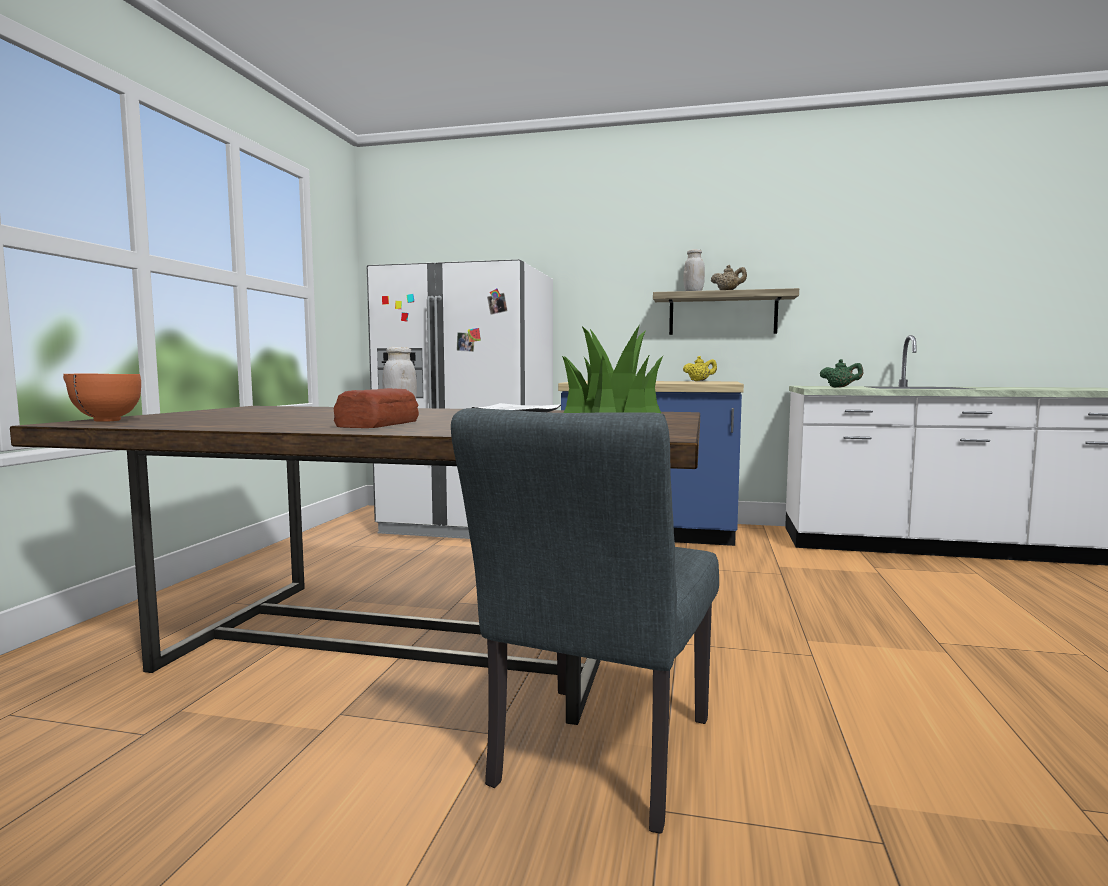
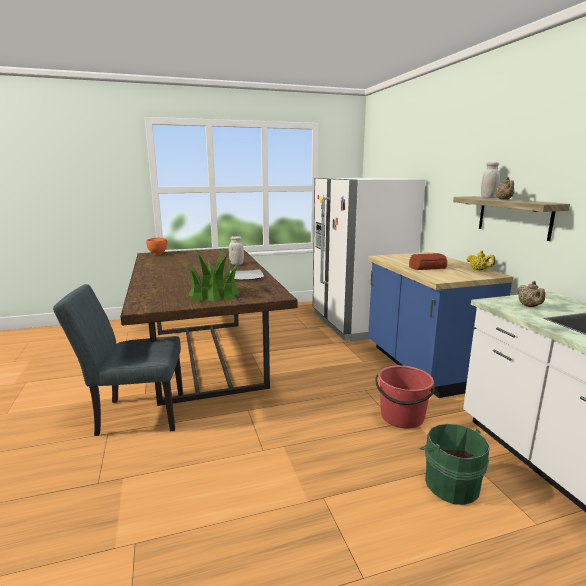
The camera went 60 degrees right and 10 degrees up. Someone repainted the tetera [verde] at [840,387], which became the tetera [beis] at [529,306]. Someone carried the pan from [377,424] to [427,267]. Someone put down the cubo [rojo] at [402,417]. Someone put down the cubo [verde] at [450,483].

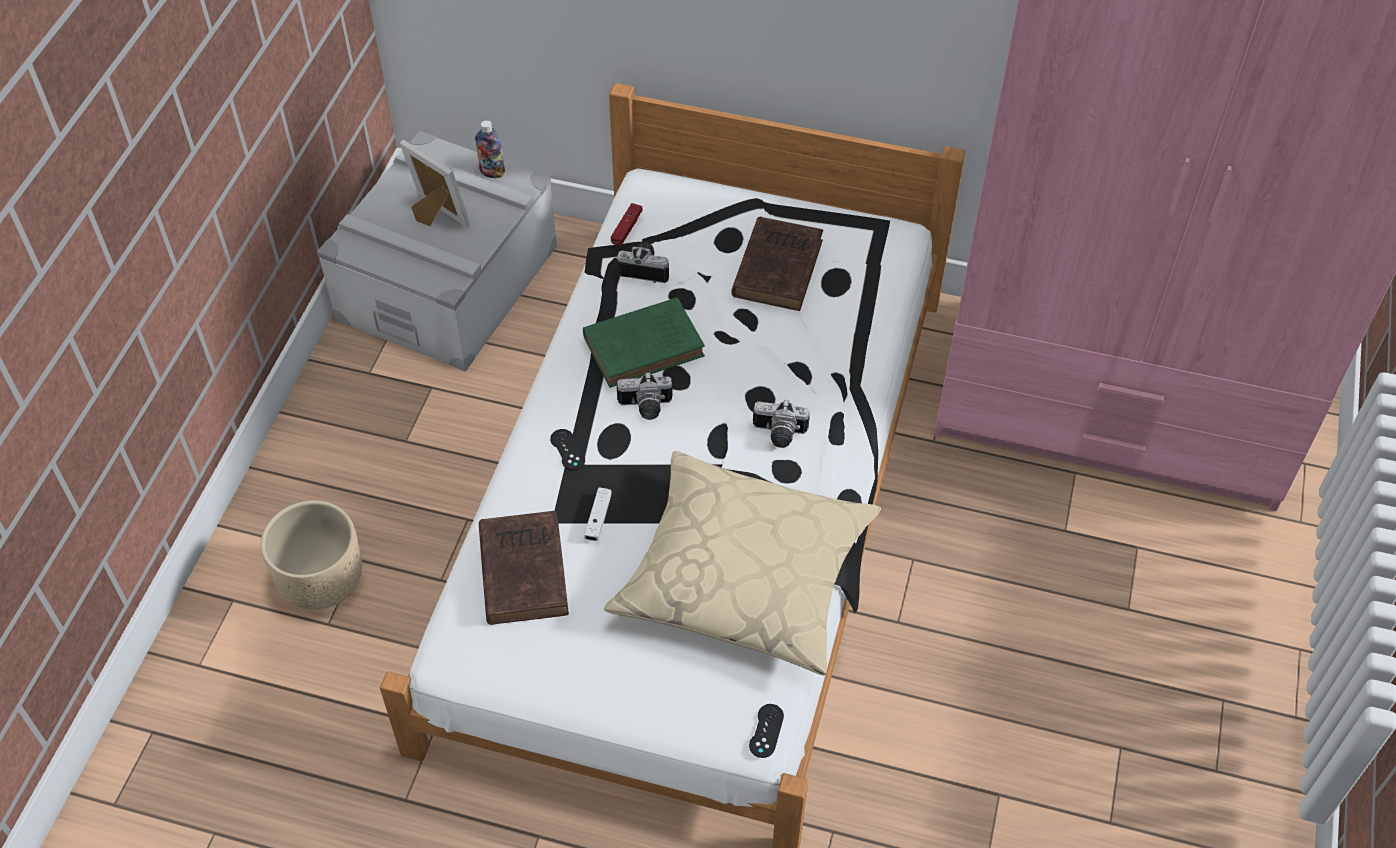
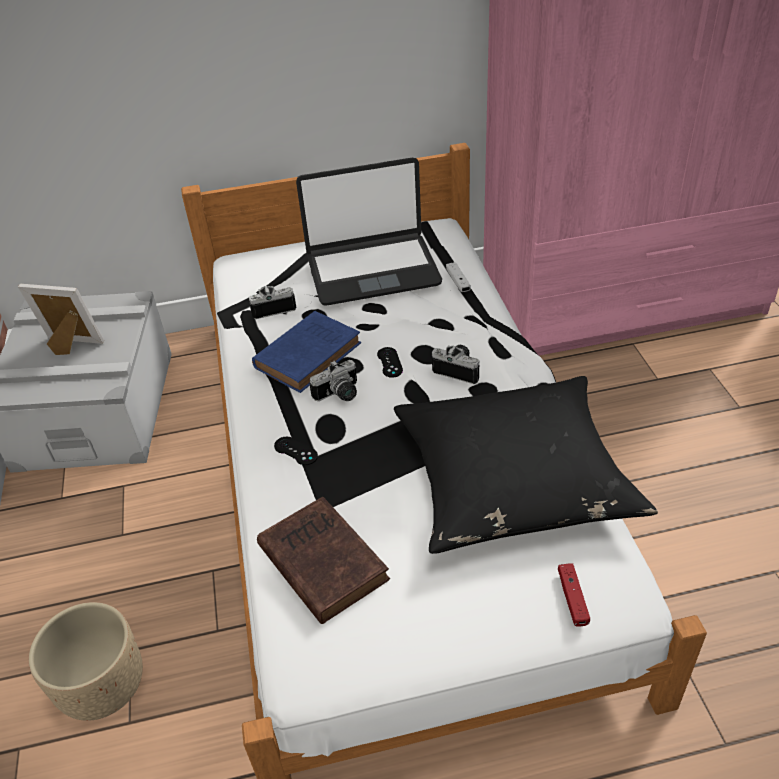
The camera went 25 degrees left and 10 degrees down. Someone took away the botella at [492,172]. Someone carried the mando de consola [rojo] from [626,228] to [572,598]. Someone swapped the libro [marrón] at [778,266] for the portátil at [372,270]. Someone repainted the libro [verde] at [646,346], which became the libro [azul] at [310,354]. Someone rotated the cámara at [778,434] by 135 degrees counterclockwise. Someone repainted the cojín [beis] at [744,575], which became the cojín [negro] at [514,477]. Someone carried the mando de consola [blanco] from [598,518] to [458,282]. Someone carried the mando de consola [negro] from [766,731] to [389,362].

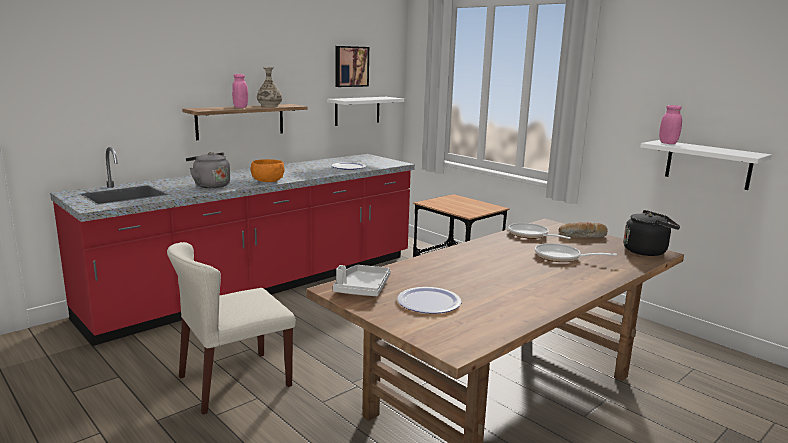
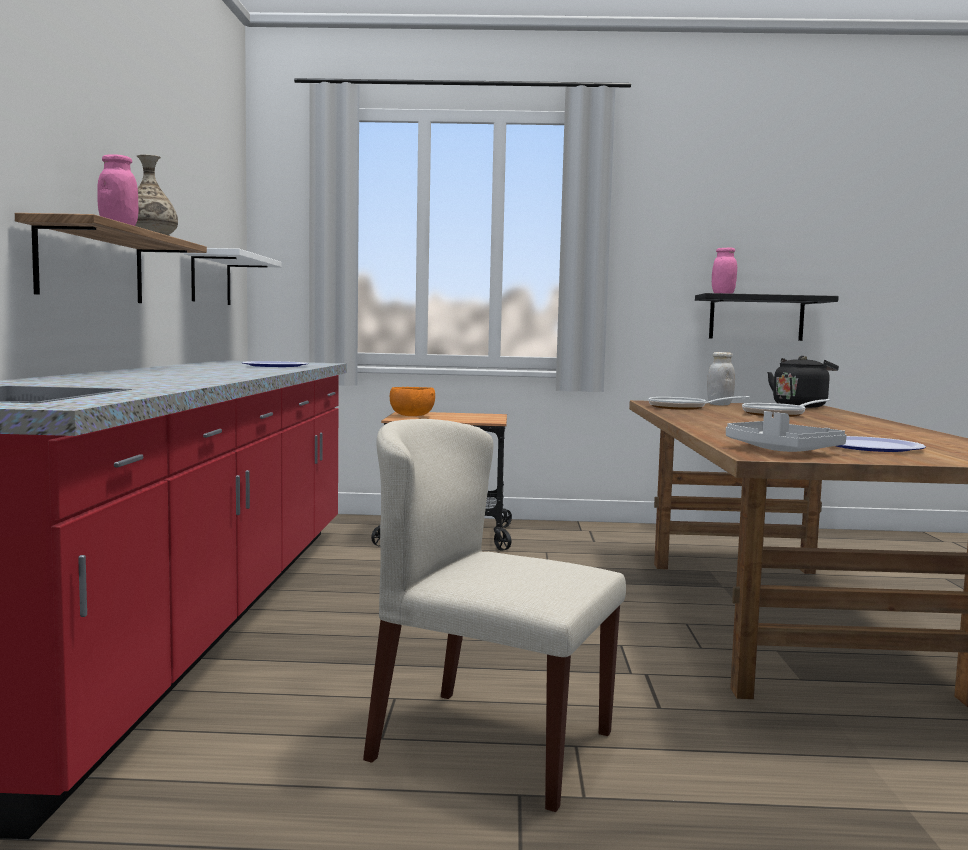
The camera went 45 degrees left and 10 degrees down. Someone took away the cuadro at [351,66]. Someone repainted the estante [blanco] at [708,164], which became the estante [negro] at [756,318]. Someone took away the hervidor [gris] at [210,185]. Someone carried the cuenco [naranja] from [267,181] to [411,416]. Someone swapped the pan at [582,236] for the tarro [blanco] at [719,404]. Someone rotated the silla [beis] at [234,381] by 105 degrees clockwise.

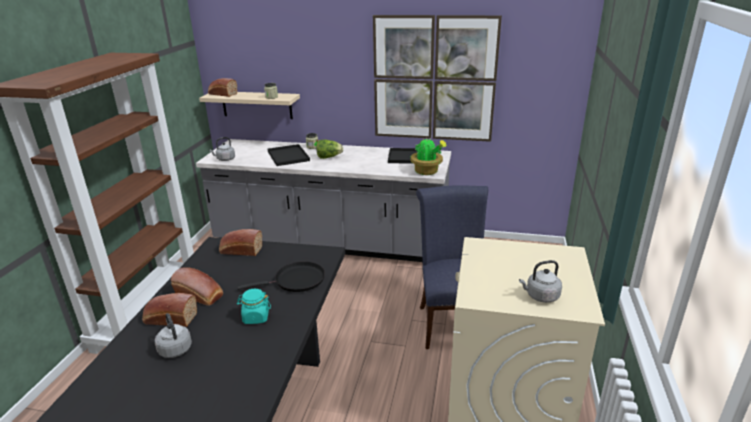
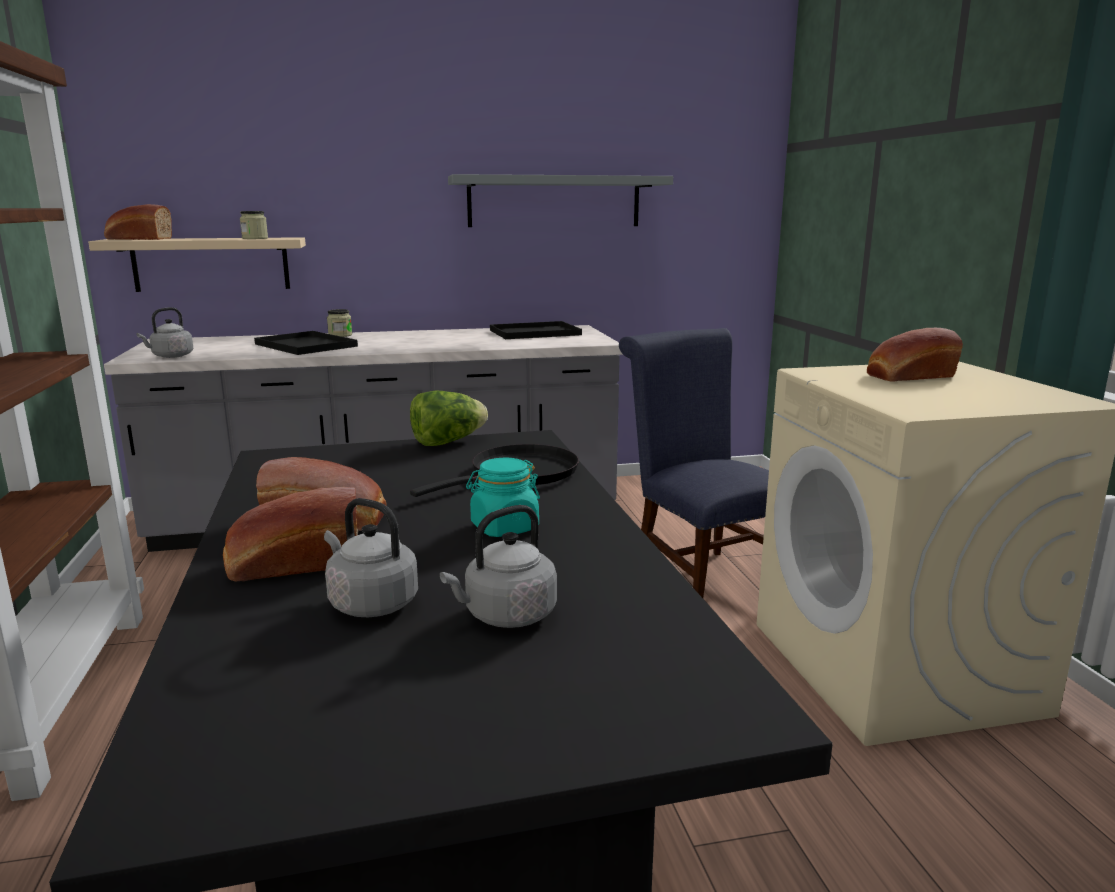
The camera went 25 degrees left and 10 degrees down. Someone swapped the cuadro at [434,79] for the estante [gris] at [554,202]. Someone took away the planta en maceta at [427,172]. Someone carried the lechuga from [329,157] to [447,442]. Someone carried the pan from [240,250] to [908,376]. Someone carried the hervidor [gris] from [540,296] to [506,616].

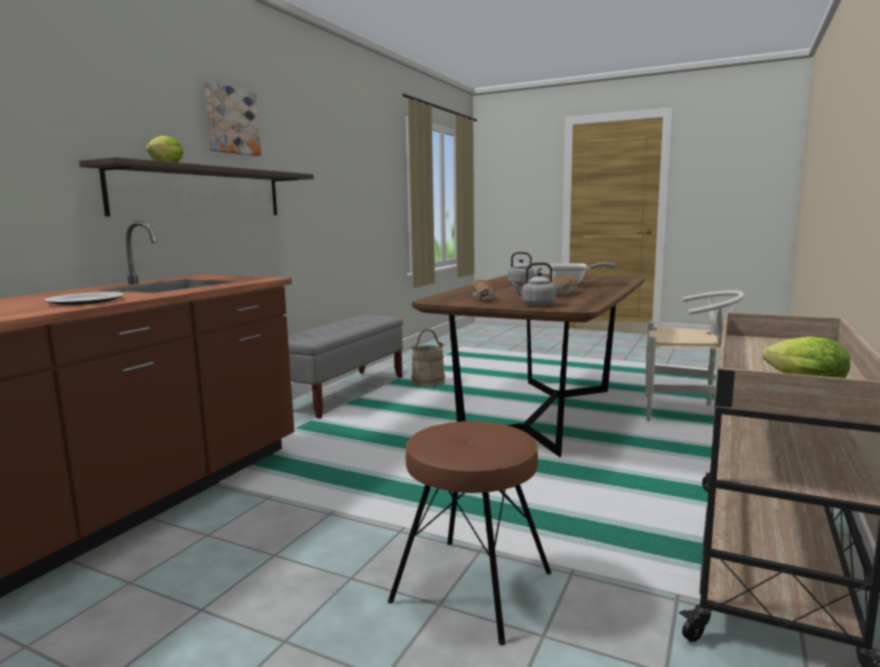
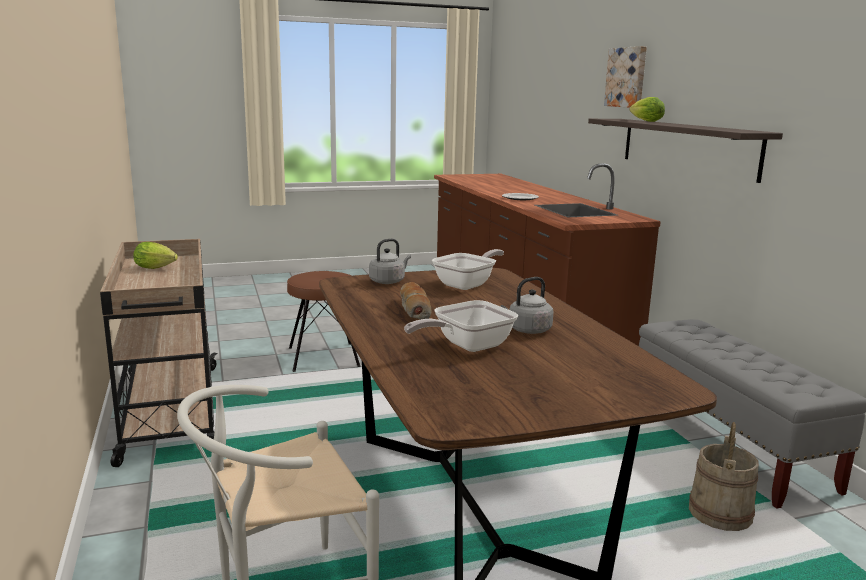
The camera went 135 degrees right and 5 degrees up. Someone carried the cuadro from [231,121] to [627,77]. Someone swapped the pan at [481,298] for the sartén at [468,284].

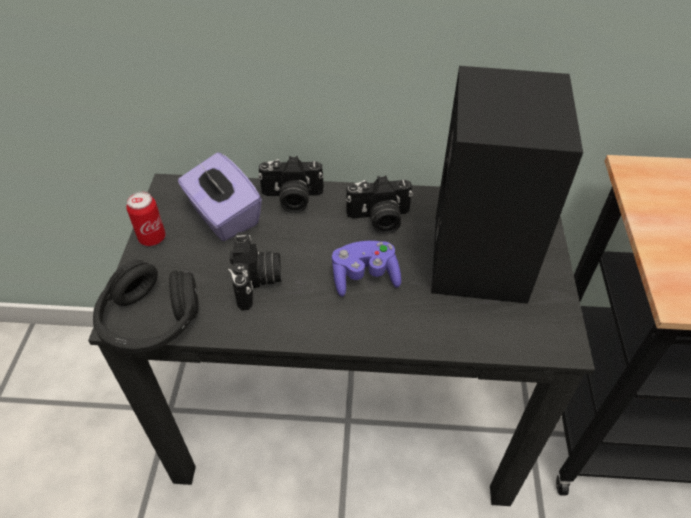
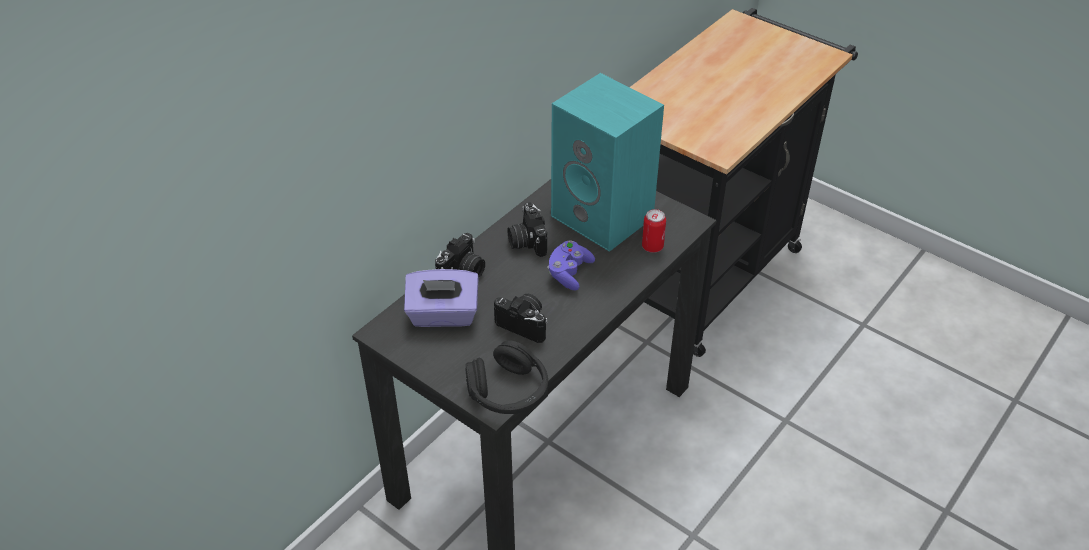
The camera went 55 degrees left and 5 degrees down. Someone repainted the altavoz [negro] at [481,260], which became the altavoz [turquesa] at [605,217]. Someone rotated the cámara at [379,219] by 135 degrees clockwise. Someone carried the lata from [152,238] to [652,247].

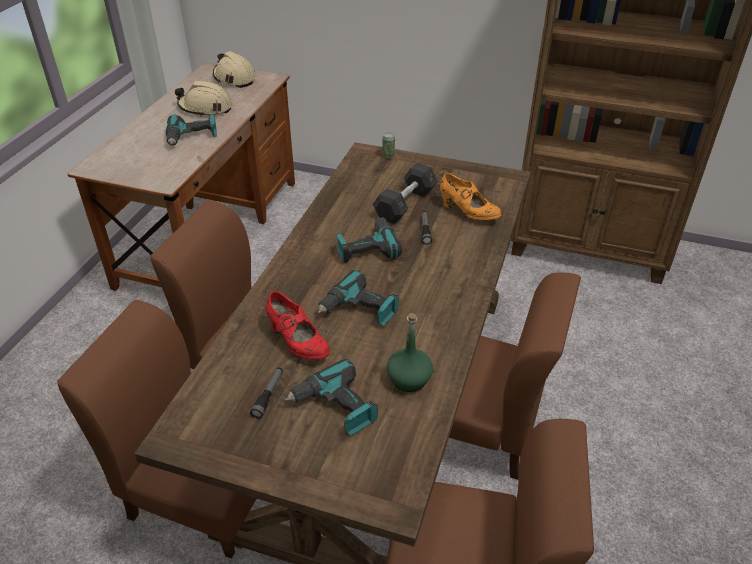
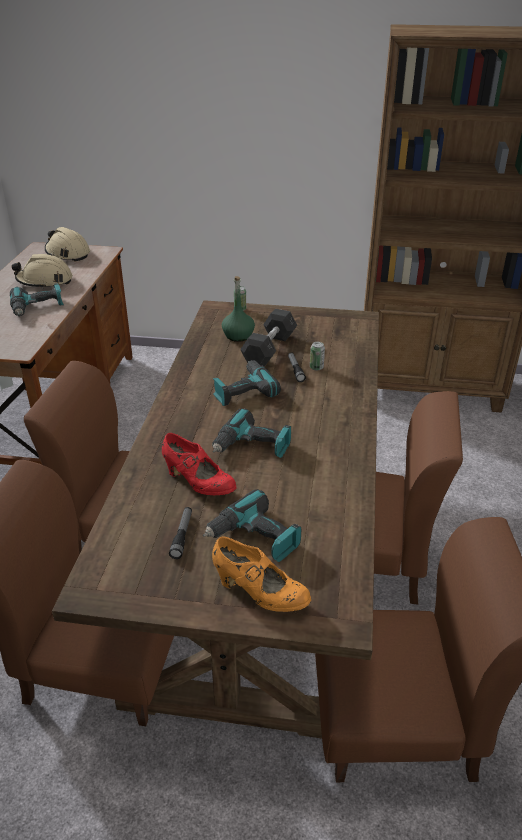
The camera went 10 degrees left and 5 degrees down. Someone carried the zapato [naranja] from [468,213] to [260,593]. Someone carried the botella [verde] from [409,379] to [238,335]. Someone put down the lata at [316,367].

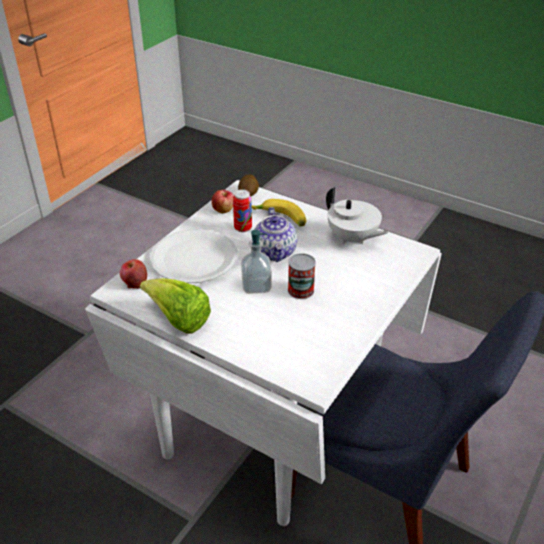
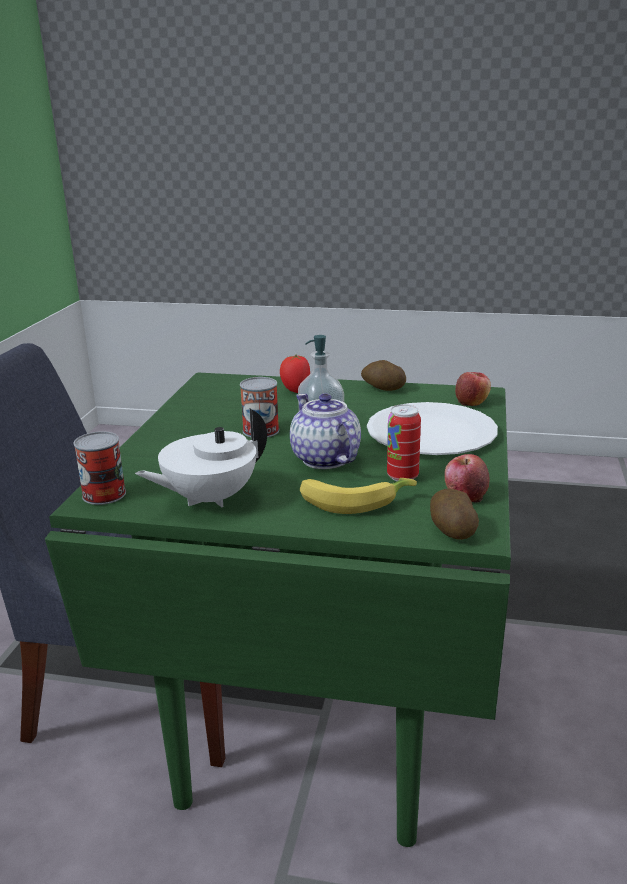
The camera went 160 degrees right and 15 degrees down. Someone repainted the mesa de comedor [blanco] at [273,425], which became the mesa de comedor [verde] at [317,714]. Someone rotated the tetera [blanco] at [352,238] by 60 degrees counterclockwise. Someone swapped the lechuga at [178,320] for the patata at [383,388]. Someone put down the tomate at [295,390]. Someone put down the lata at [104,494].

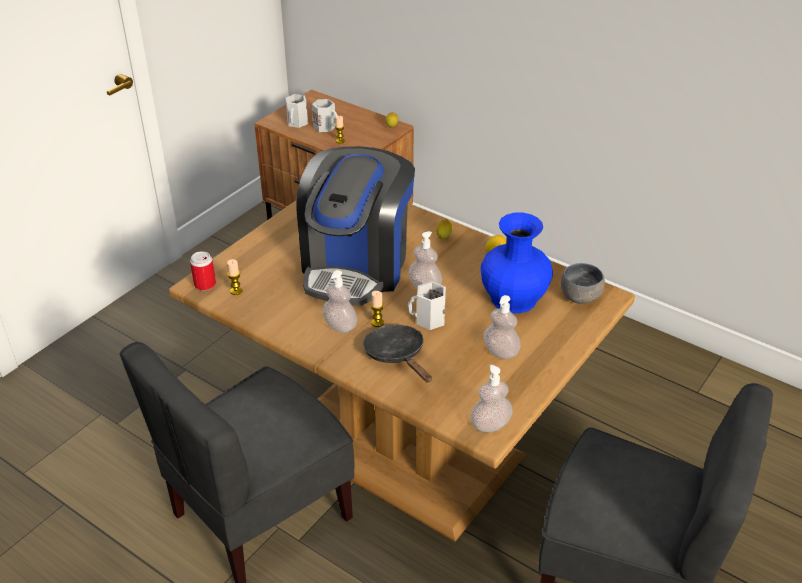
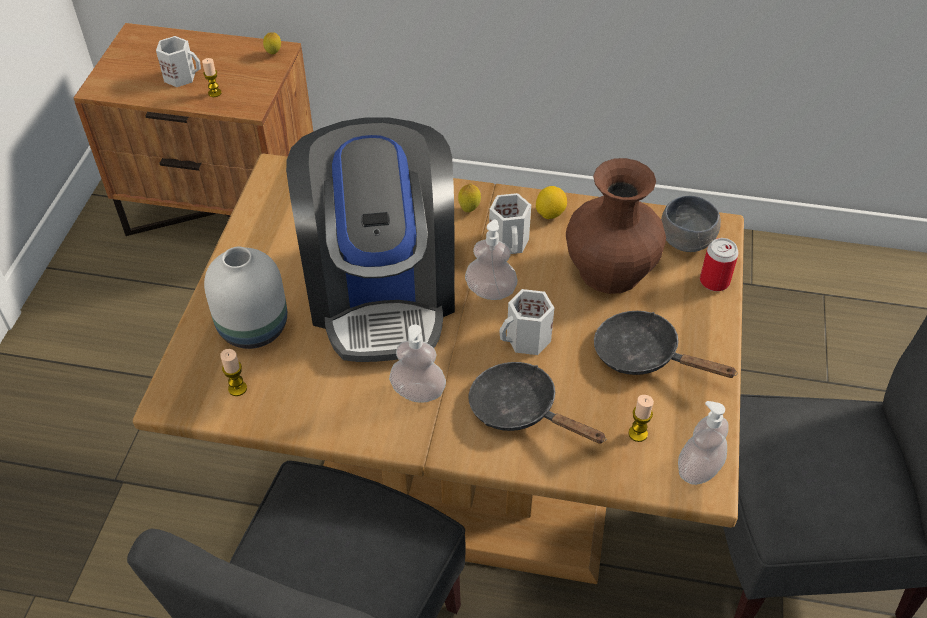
The camera went 25 degrees left and 10 degrees up. Someone carried the taza grande [blanco] from [297,123] to [510,242]. Someone repainted the florero [azul] at [514,298], which became the florero [marrón] at [611,270]. Someone carried the lata from [205,284] to [714,281]. Someone carried the vela from [377,322] to [638,433]. Someone swapped the dispensador de jabón at [500,352] for the sartén [negro] at [643,355]. Someone put down the florero [blanco] at [253,329].

